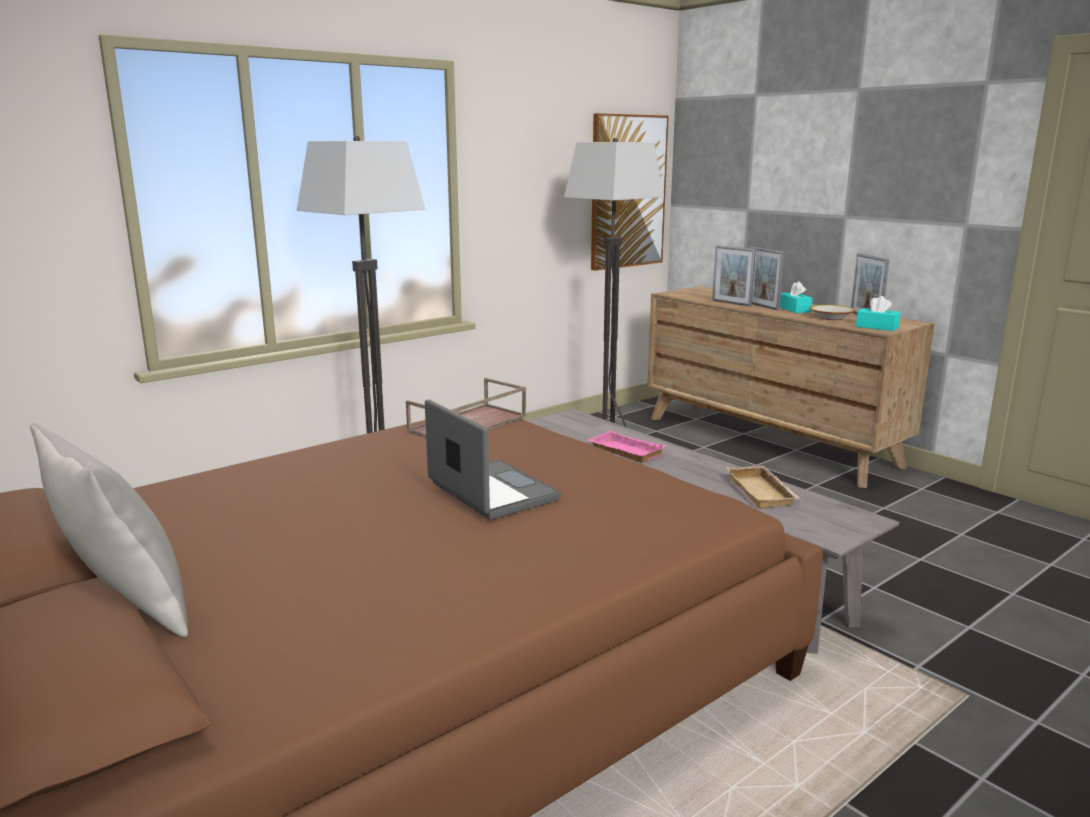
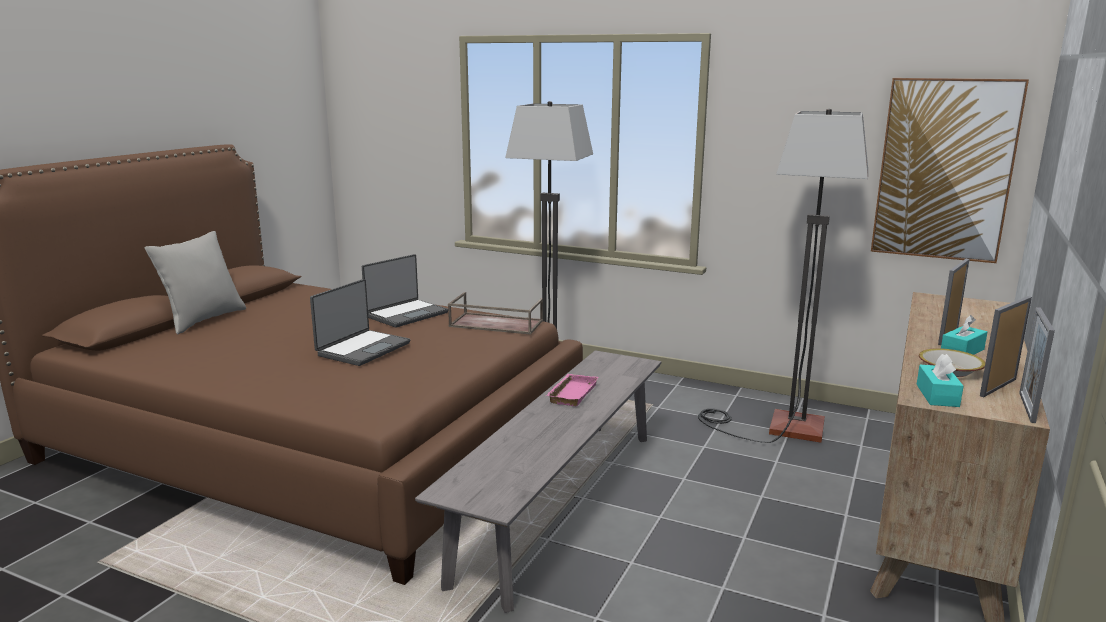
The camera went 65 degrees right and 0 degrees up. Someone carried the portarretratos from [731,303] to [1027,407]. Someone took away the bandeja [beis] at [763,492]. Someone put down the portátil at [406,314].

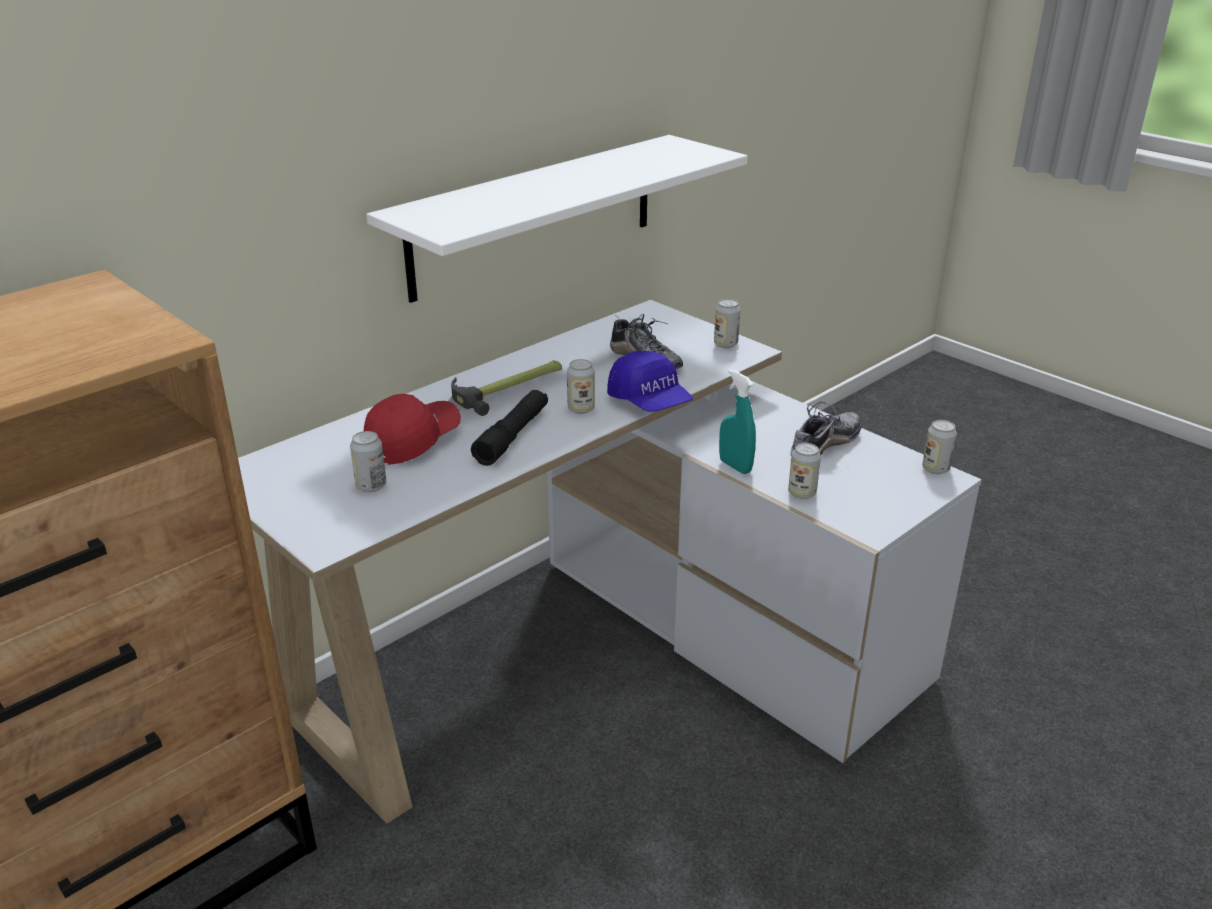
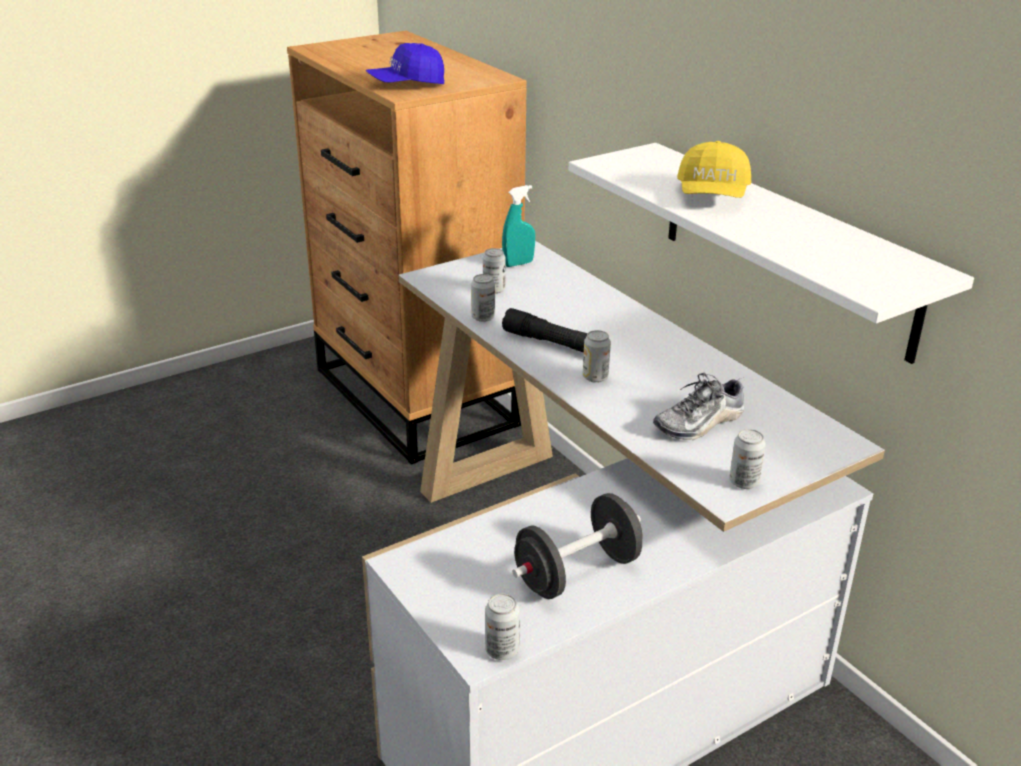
The camera went 100 degrees right and 0 degrees up. Someone carried the gorra [azul] from [650,402] to [406,84]. Someone took away the martillo at [511,387]. Someone carried the pulverizador [turquesa] from [735,466] to [518,264]. Someone took away the gorra [rojo] at [413,441]. Someone swapped the zapato at [824,445] for the mancuerna [negro] at [577,573]. Someone carried the lata from [802,493] to [483,317]. Someone put down the gorra [amarillo] at [712,195].

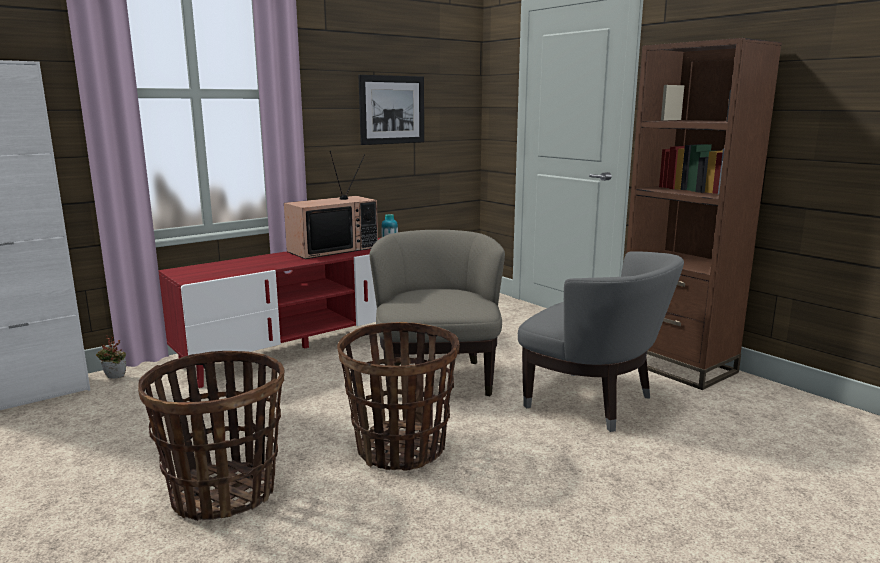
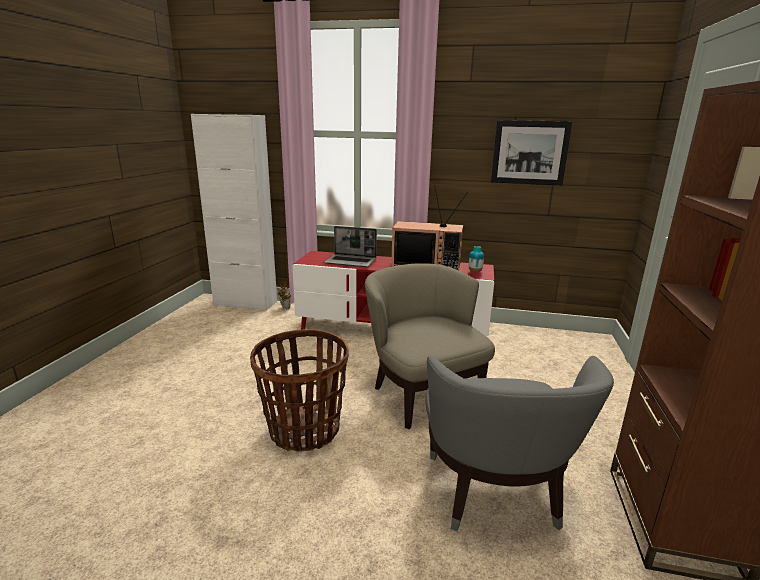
The camera went 50 degrees right and 5 degrees up. Someone rotated the sillón [beis] at [437,377] by 75 degrees counterclockwise. Someone took away the cesta at [224,493]. Someone put down the portátil at [351,262].

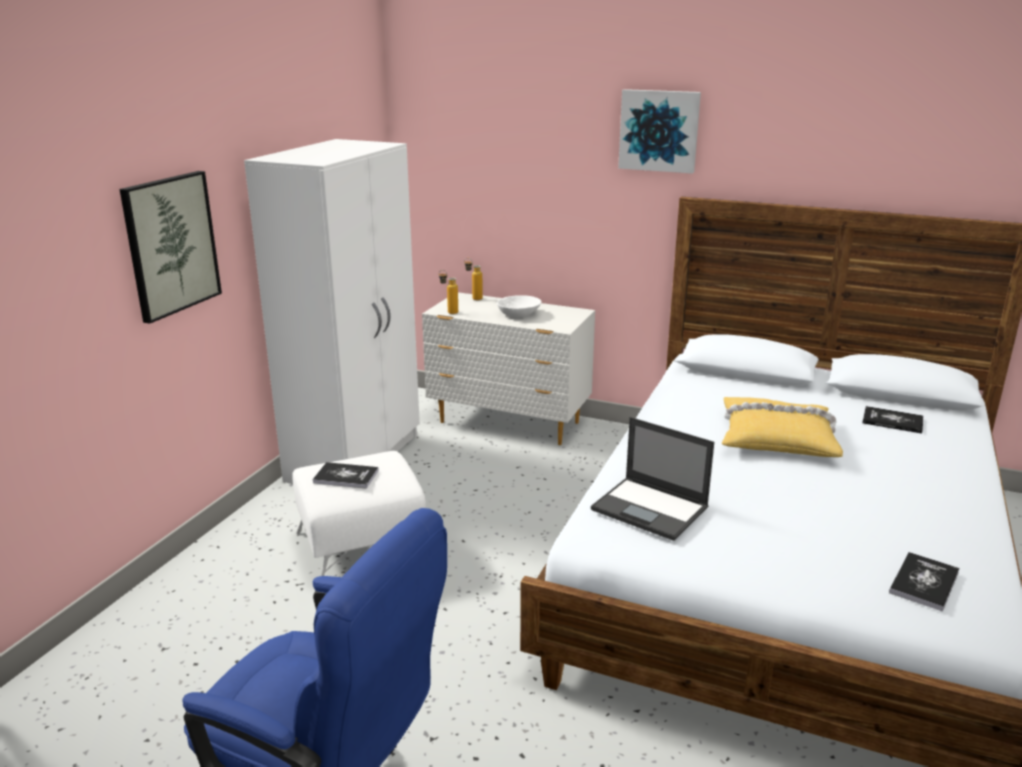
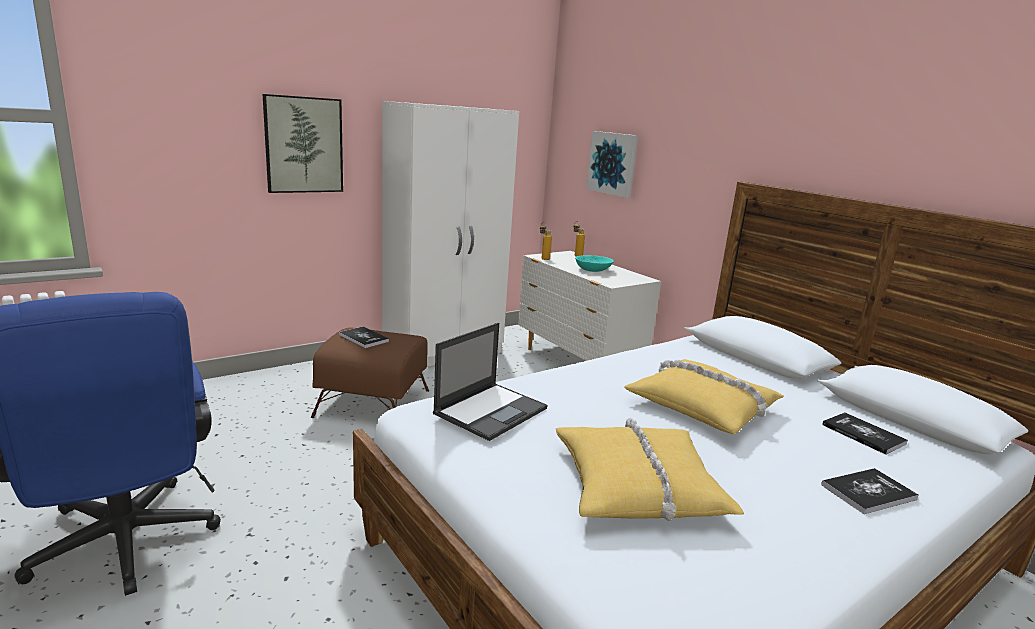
The camera went 30 degrees right and 5 degrees down. Someone carried the cuadro from [659,130] to [613,163]. Someone repainted the cuenco [blanco] at [519,314], which became the cuenco [turquesa] at [593,270]. Someone rotated the portátil at [651,509] by 120 degrees counterclockwise. Someone repainted the puf [blanco] at [363,549], which became the puf [marrón] at [374,403]. Someone carried the libro from [924,582] to [868,492]. Someone put down the cojín [amarillo] at [638,485].

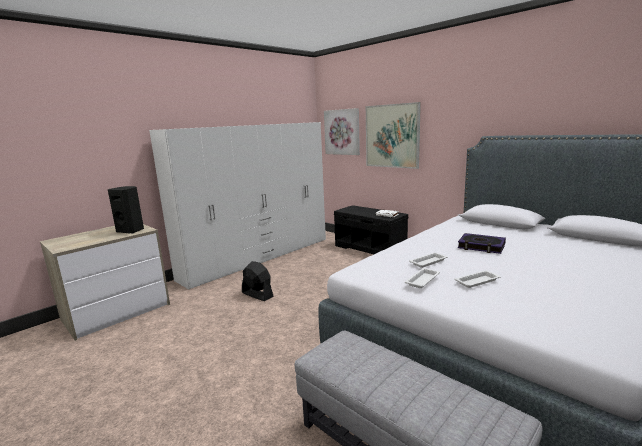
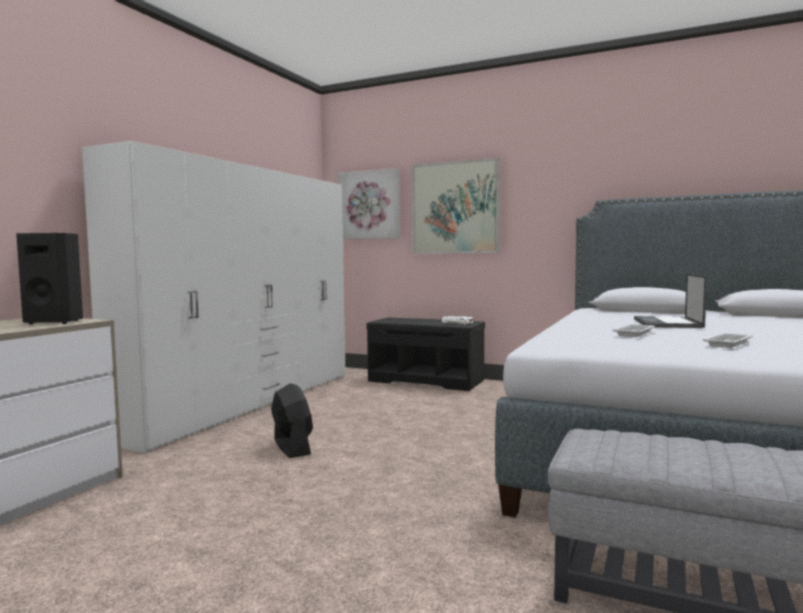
The camera went 20 degrees left and 10 degrees down. Someone swapped the libro at [481,246] for the portátil at [667,323]. Someone rotated the ventilador [negro] at [257,294] by 45 degrees clockwise. Someone took away the bandeja [blanco] at [423,280].

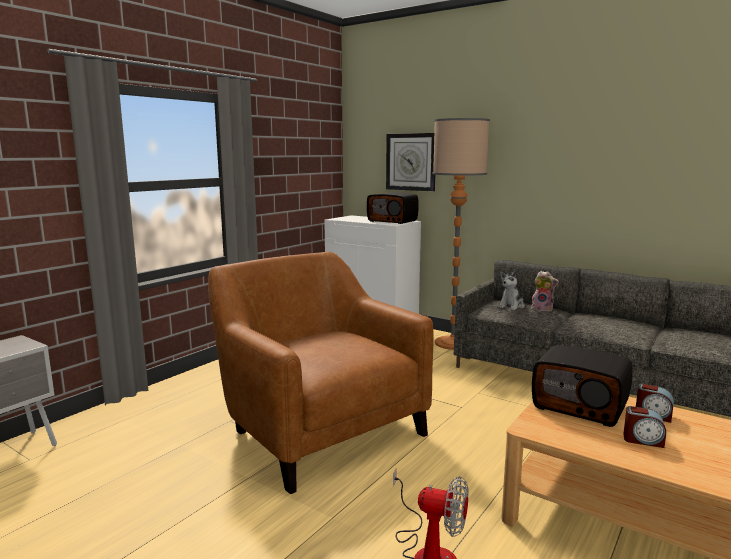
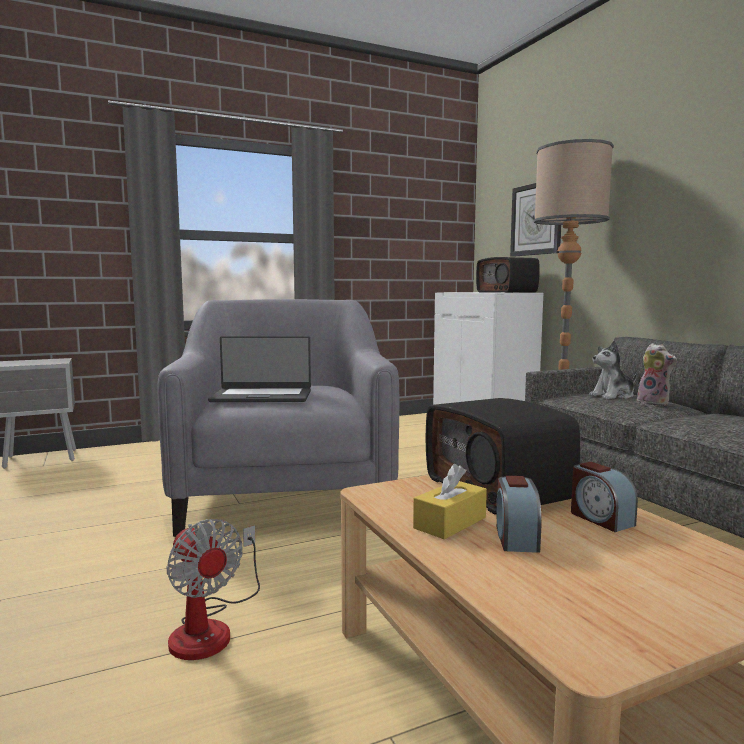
The camera went 30 degrees right and 5 degrees down. Someone repainted the sillón [marrón] at [318,427], which became the sillón [gris] at [285,493]. Someone rotated the despertador at [643,440] by 45 degrees clockwise. Someone put down the portátil at [262,396]. Someone put down the caja de pañuelos [amarillo] at [450,523].

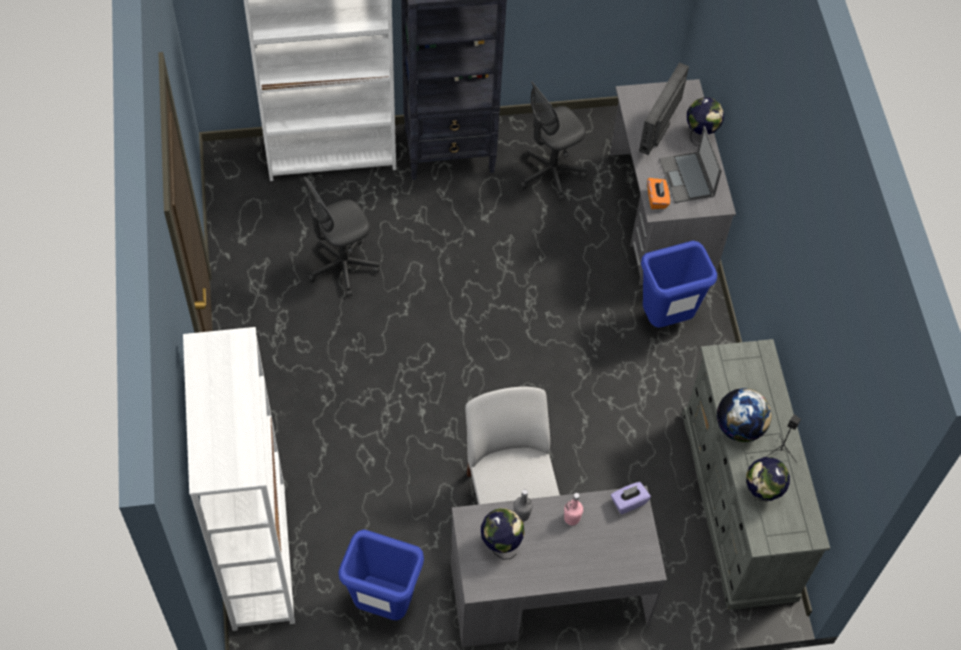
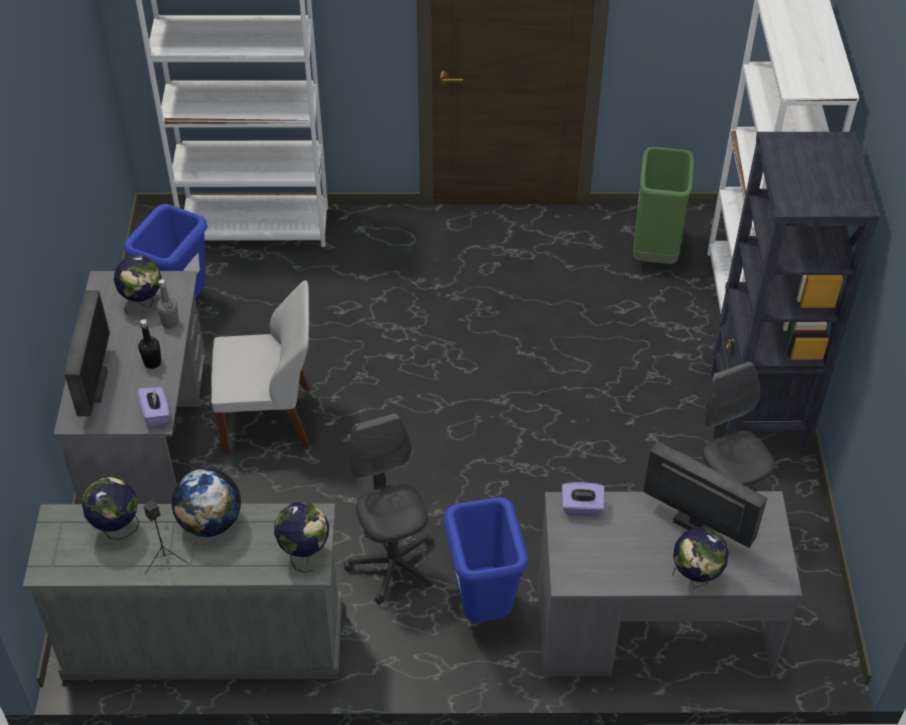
The camera went 100 degrees right and 10 degrees down. Someone took away the portátil at [687,178]. Someone carried the silla de oficina [gris] from [343,267] to [392,565]. Someone repainted the caja de pañuelos [naranja] at [657,199], which became the caja de pañuelos [morado] at [581,507]. Someone repainted the botella [rosa] at [571,518], which became the botella [negro] at [152,362]. Someone put down the papelera [verde] at [655,253]. Someone put down the monitor at [95,386]. Someone put down the globo terráqueo at [304,553].

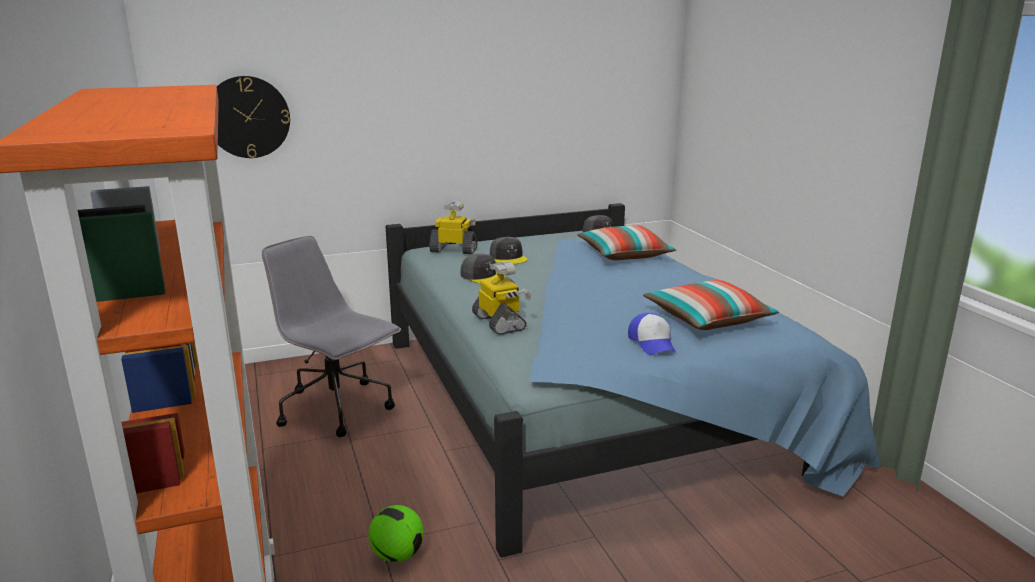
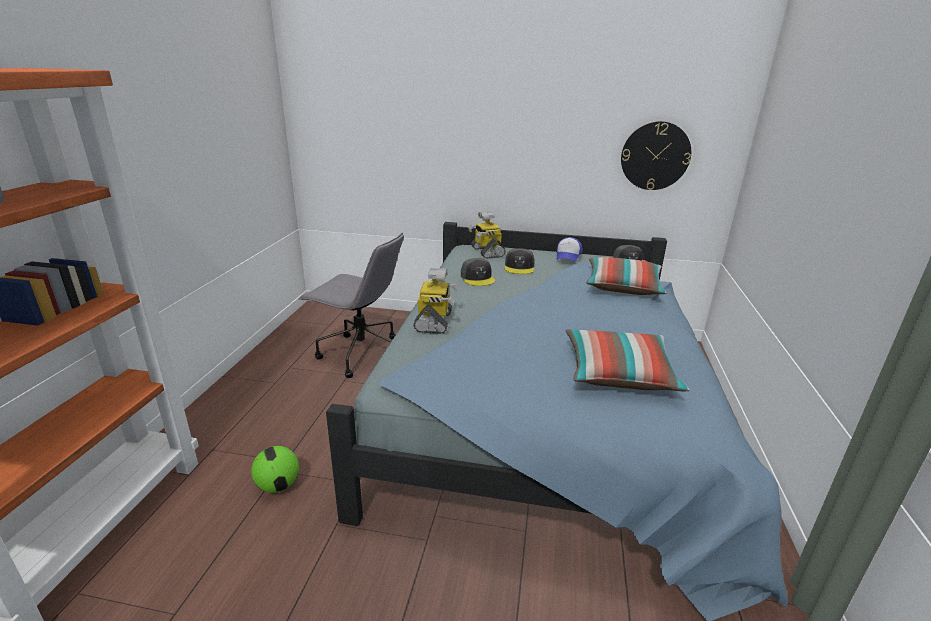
The camera went 30 degrees right and 5 degrees up. Someone carried the reloj de pared from [248,117] to [655,156]. Someone rotated the robot de juguete at [454,250] by 150 degrees counterclockwise. Someone rotated the silla de oficina [gris] at [337,409] by 135 degrees clockwise. Someone carried the gorra from [652,343] to [568,256].

